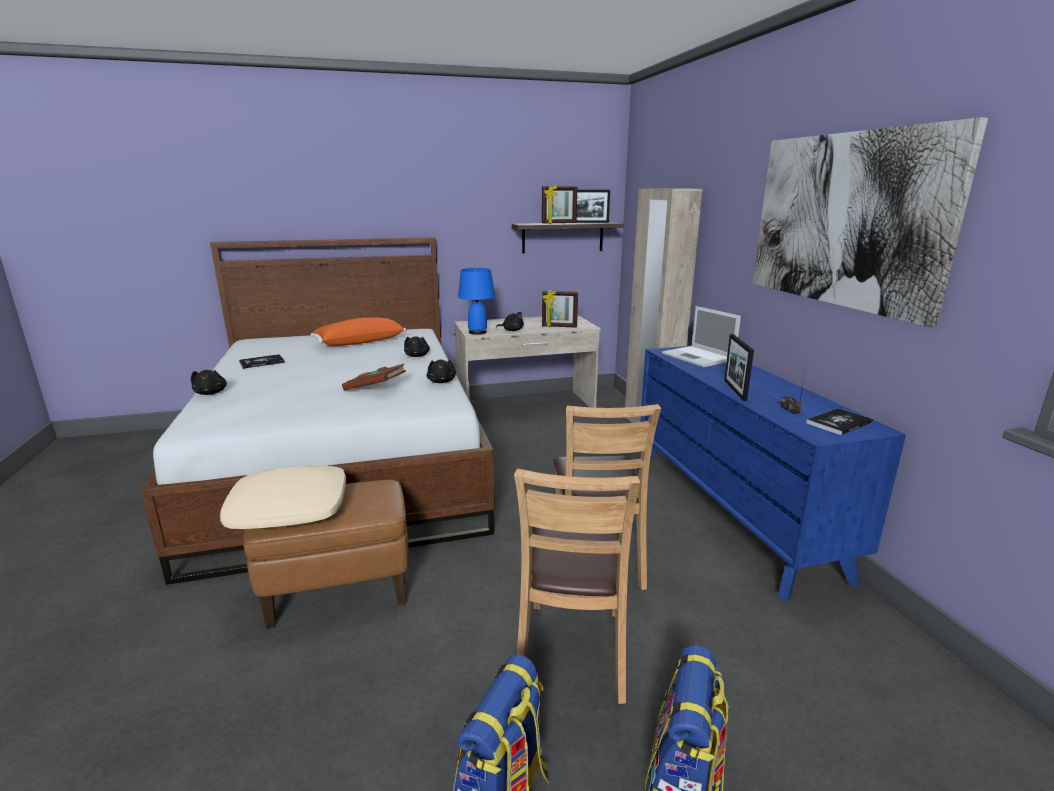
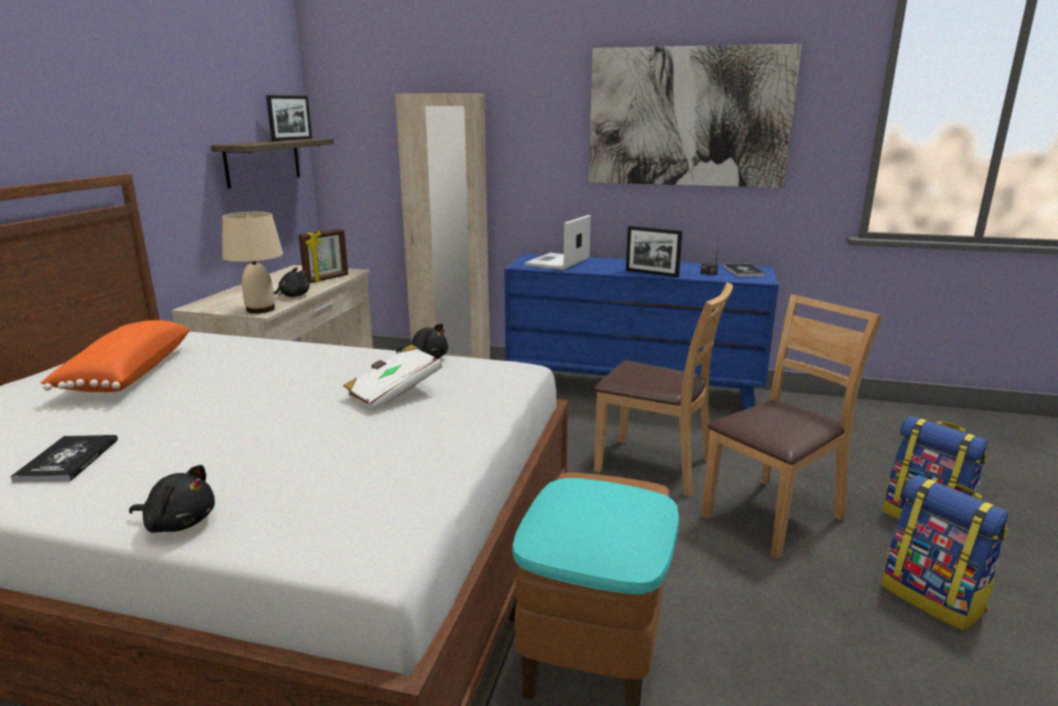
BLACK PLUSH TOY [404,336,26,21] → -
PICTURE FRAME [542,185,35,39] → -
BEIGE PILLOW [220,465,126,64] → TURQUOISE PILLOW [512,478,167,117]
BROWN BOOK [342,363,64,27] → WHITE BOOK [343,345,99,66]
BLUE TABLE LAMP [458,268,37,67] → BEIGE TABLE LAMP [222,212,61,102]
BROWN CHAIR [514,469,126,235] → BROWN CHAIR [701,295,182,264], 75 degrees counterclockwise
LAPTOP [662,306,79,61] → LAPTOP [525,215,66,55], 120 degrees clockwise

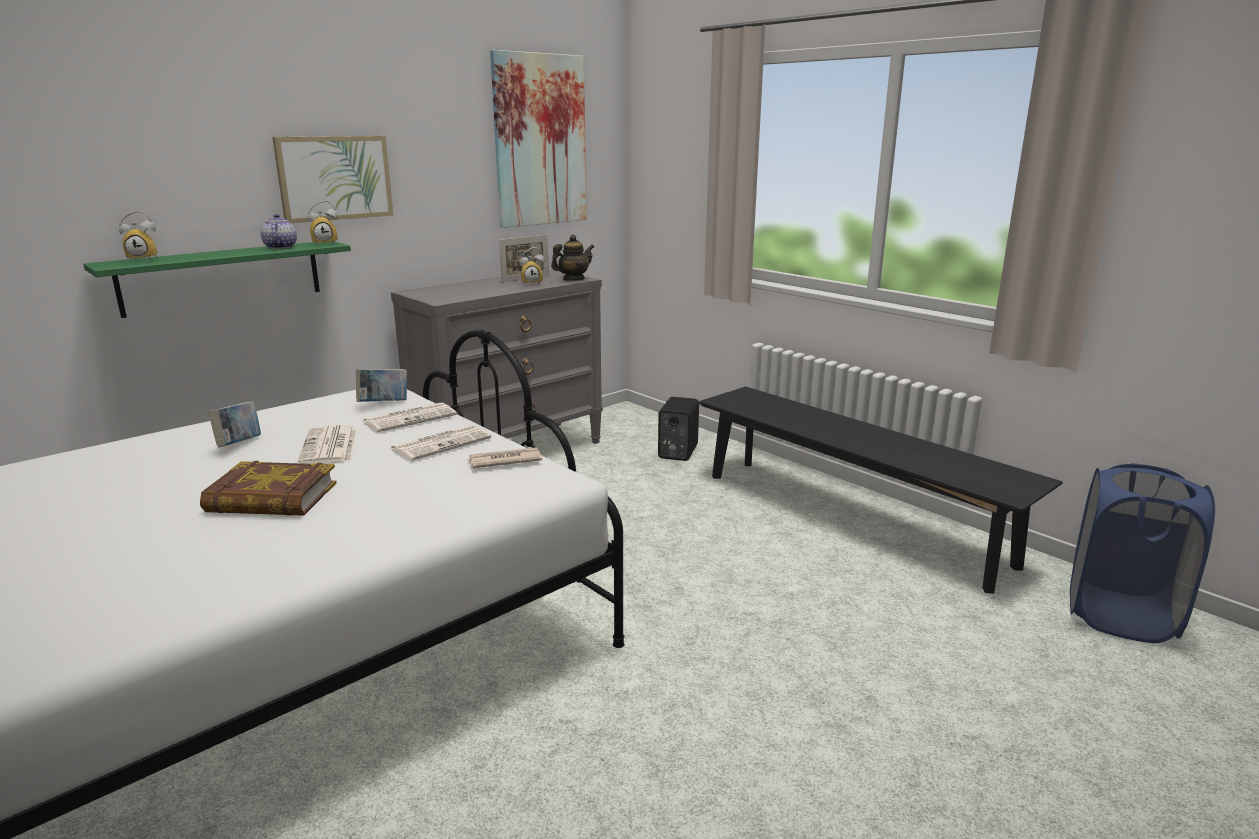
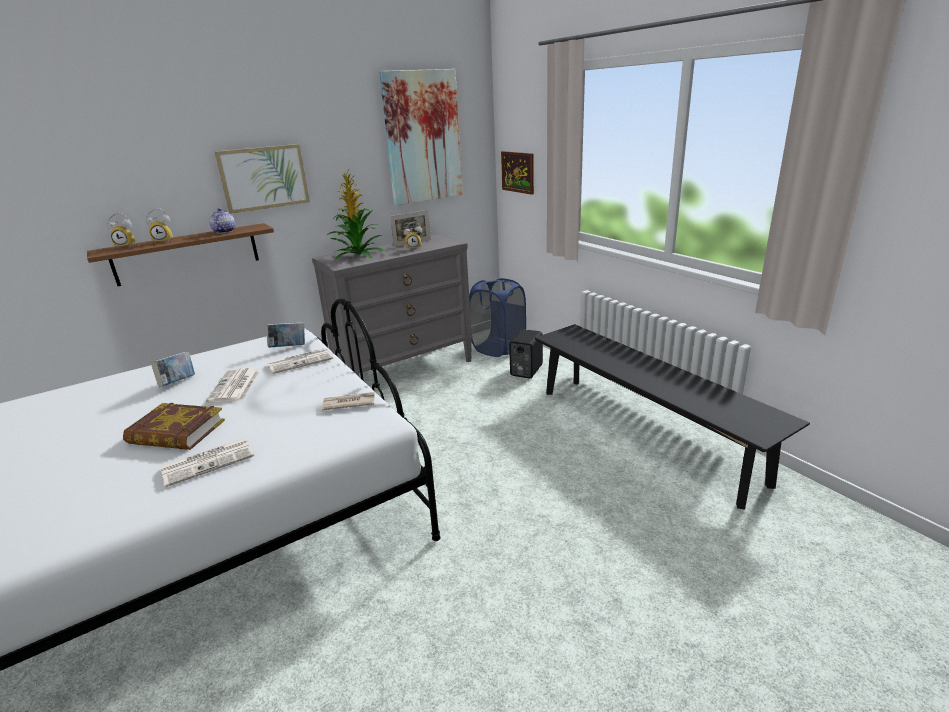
TEAPOT [551,234,43,47] → -
- → POTTED PLANT [326,169,61,90]
- → PICTURE [501,151,33,44]
ALARM CLOCK [308,201,30,45] → ALARM CLOCK [146,208,27,35], move
NEWSPAPER [390,425,101,36] → NEWSPAPER [161,438,93,49], move
BLUE LAUNDRY BASKET [1070,463,145,180] → BLUE LAUNDRY BASKET [469,278,57,79], move
GREEN SHELF [83,241,268,77] → BROWN SHELF [87,223,187,63]

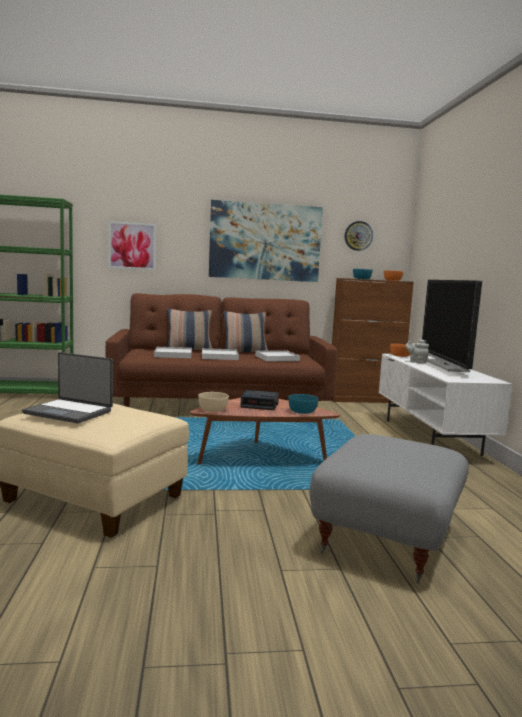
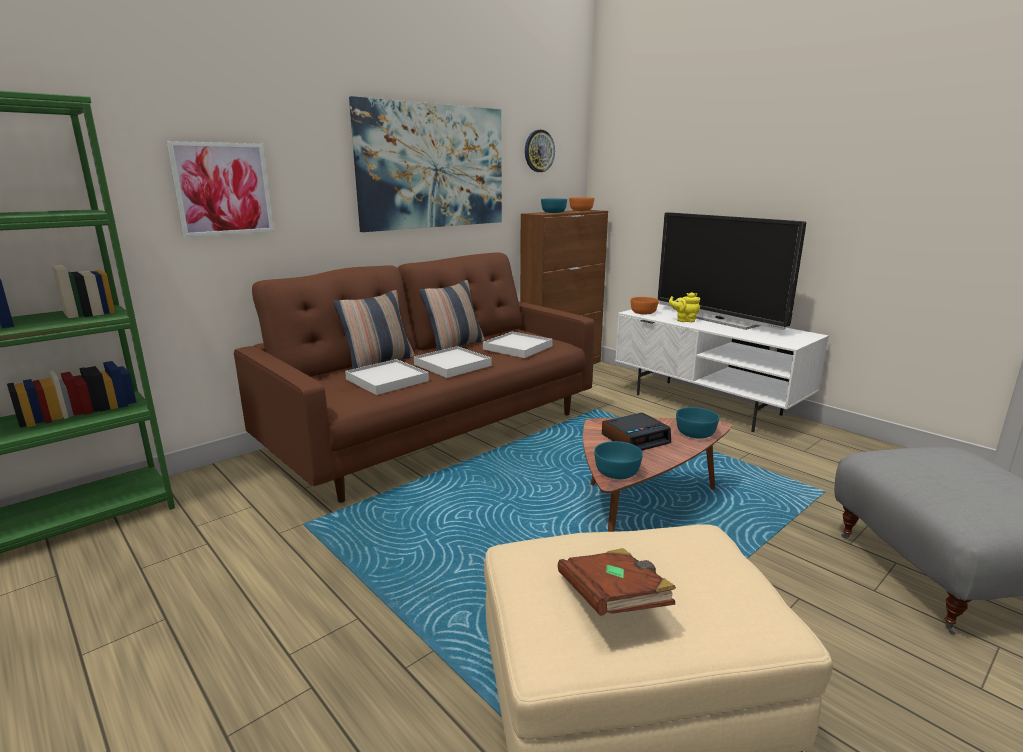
LAPTOP [22,352,91,71] → BROWN BOOK [558,548,118,68]
BEIGE BOWL [198,392,31,20] → TURQUOISE BOWL [594,441,49,38]
GREY TEAPOT [405,340,24,23] → YELLOW TEAPOT [669,292,31,30]

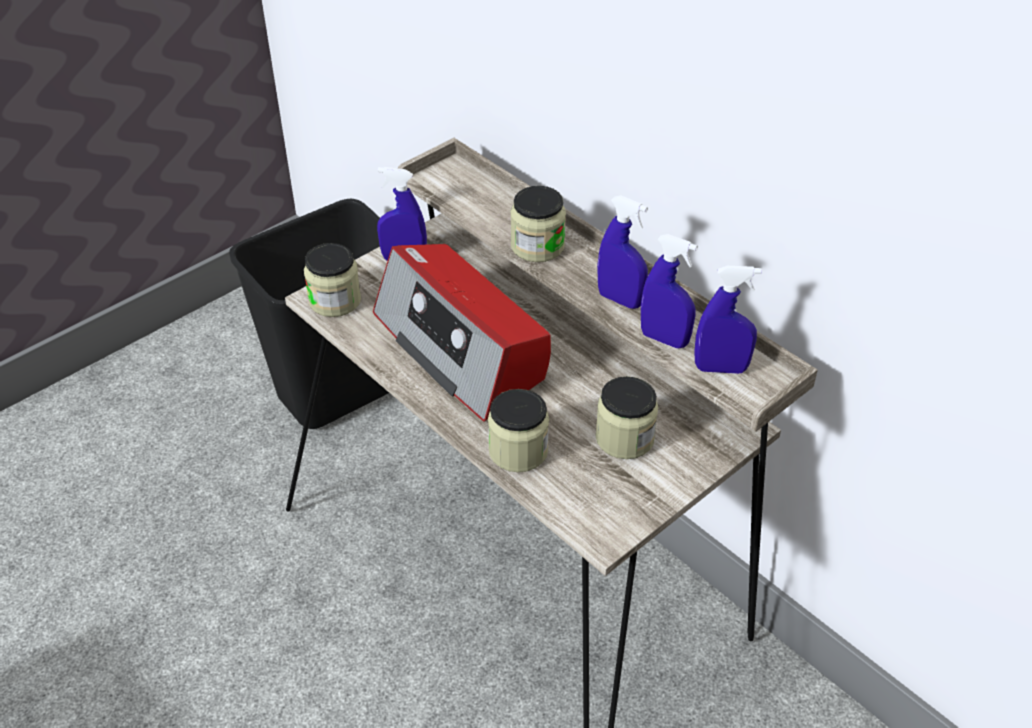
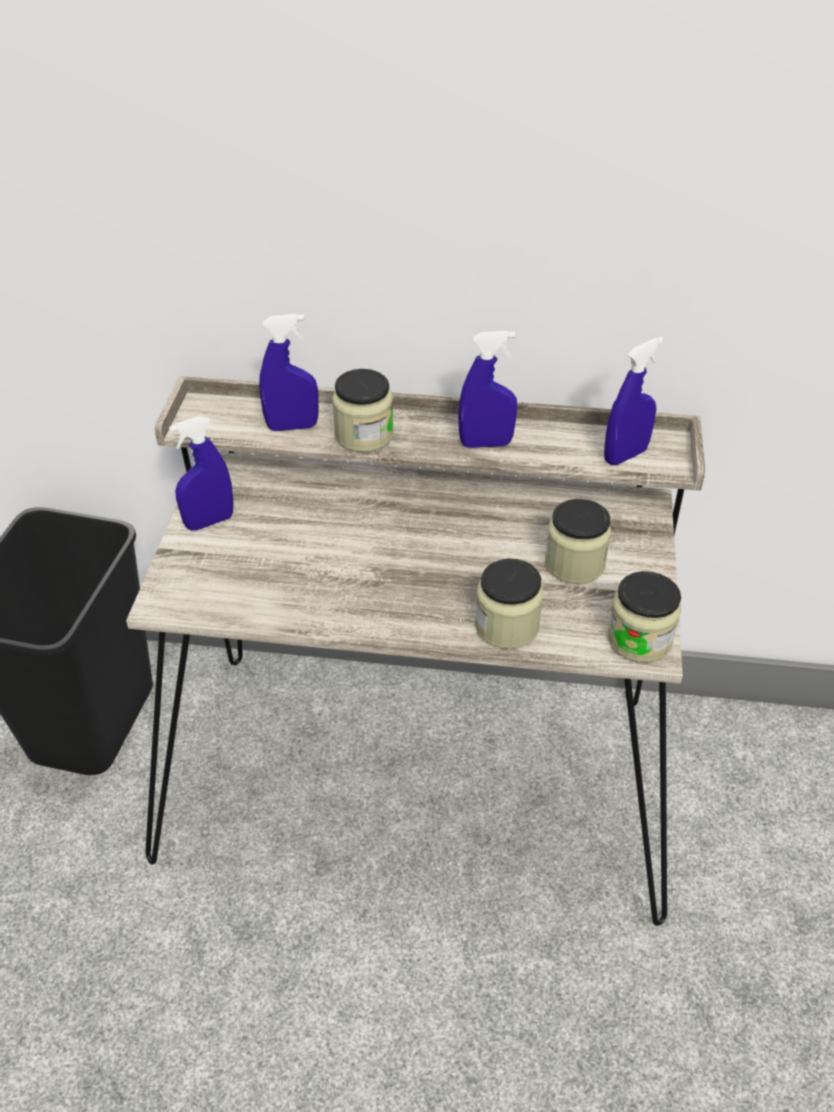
RADIO [373,244,178,178] → -
JAR [304,243,57,74] → JAR [607,571,74,92], move
BLUE SPRAY BOTTLE [641,234,57,114] → BLUE SPRAY BOTTLE [259,314,60,117], move

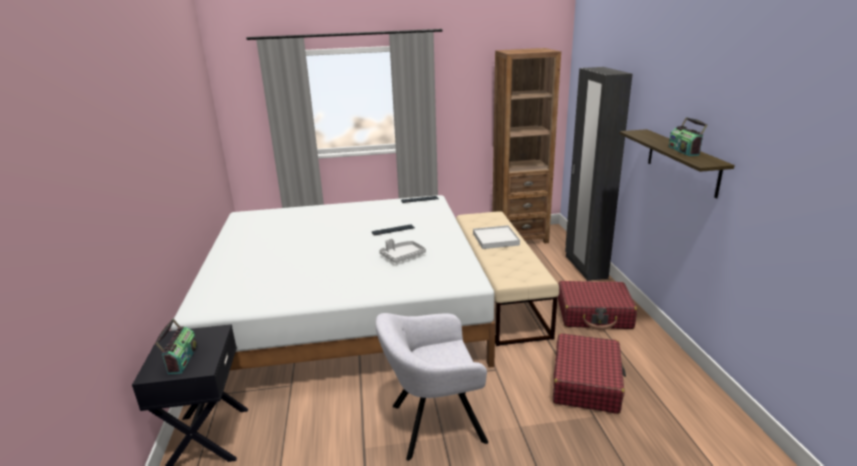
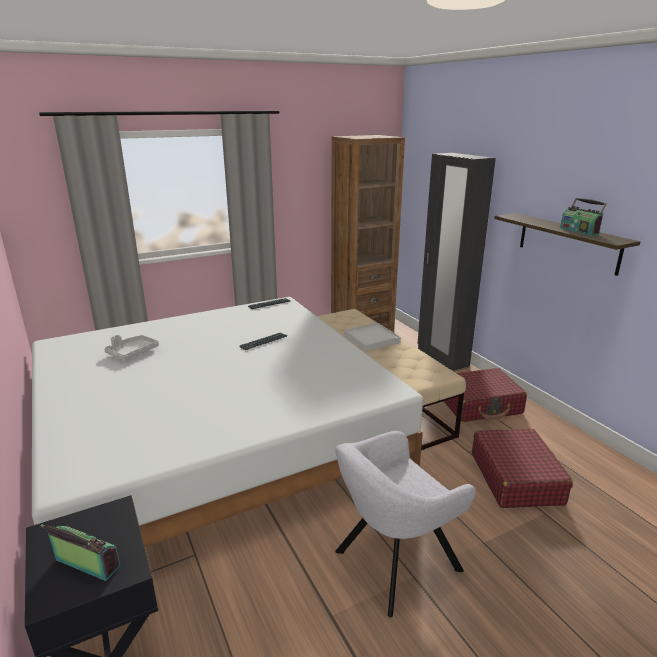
GREY TRAY [379,238,47,25] → GREY TRAY [104,335,55,25], move
RADIO [155,318,42,56] → RADIO [41,524,79,57], 45 degrees counterclockwise

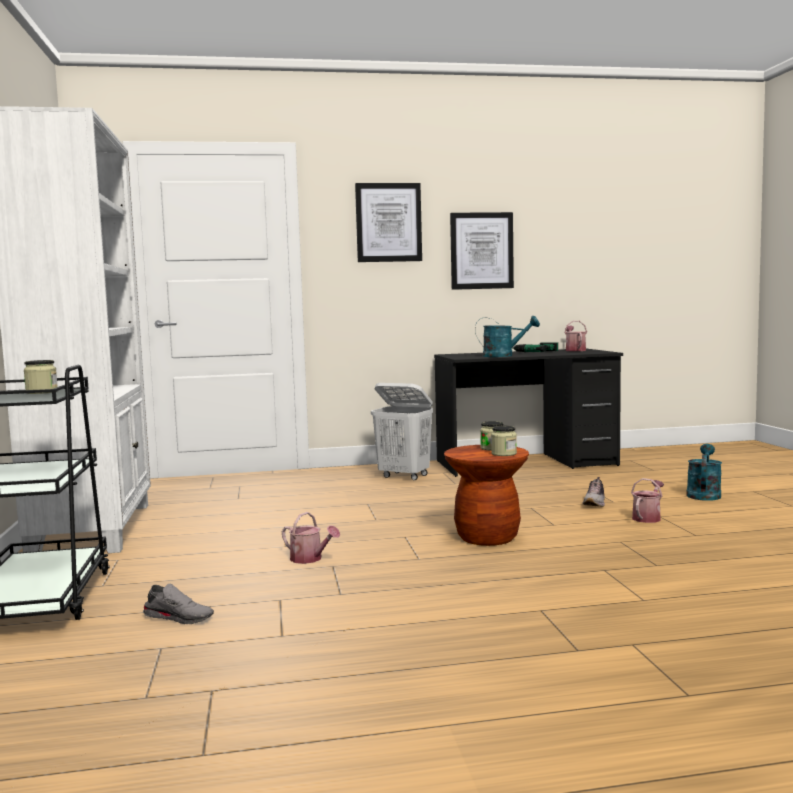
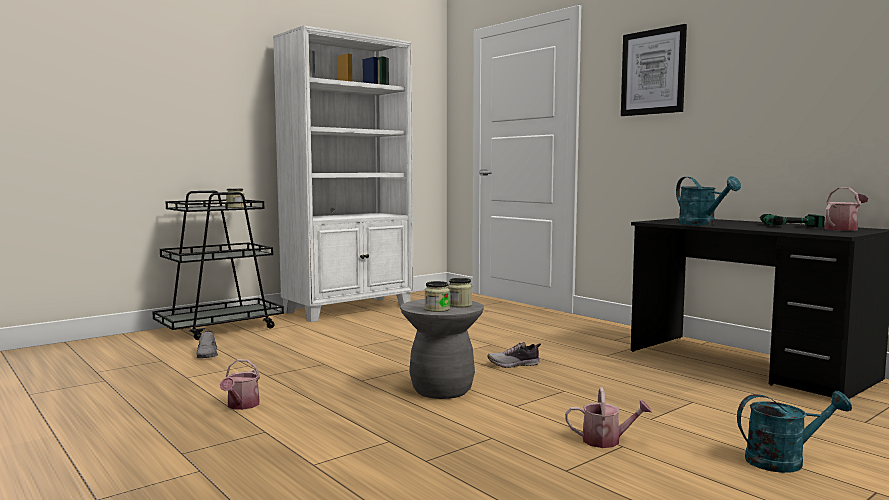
WHITE LAUNDRY BASKET [371,383,62,97] → -
PICTURE [450,212,64,78] → -
WATERING CAN [282,512,58,52] → WATERING CAN [220,359,40,51], move
SHOE [582,477,23,30] → SHOE [488,342,53,26], move
BROWN STOOL [444,445,85,101] → GREY STOOL [400,299,84,100]

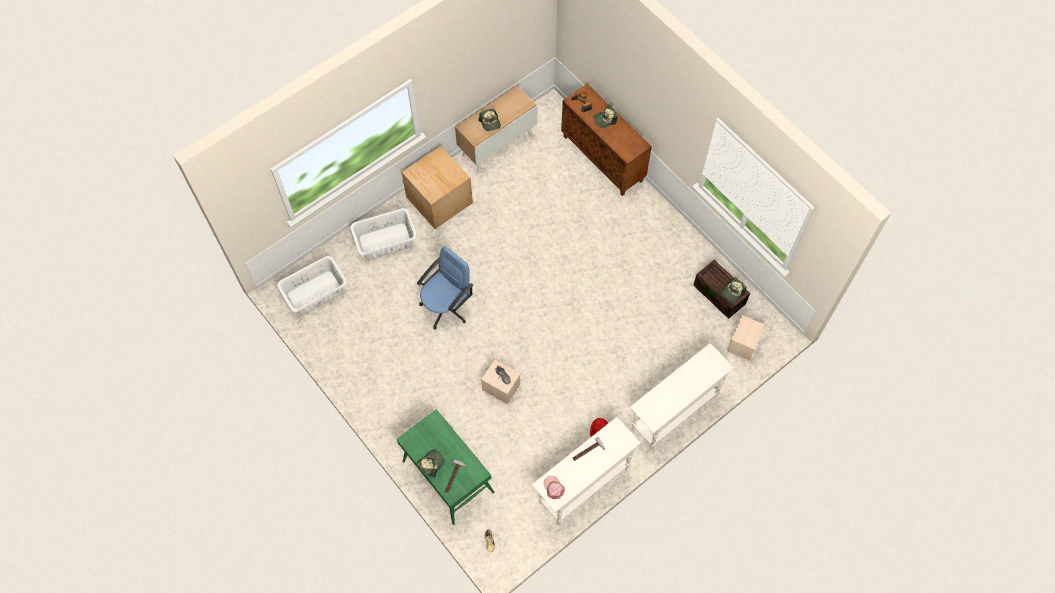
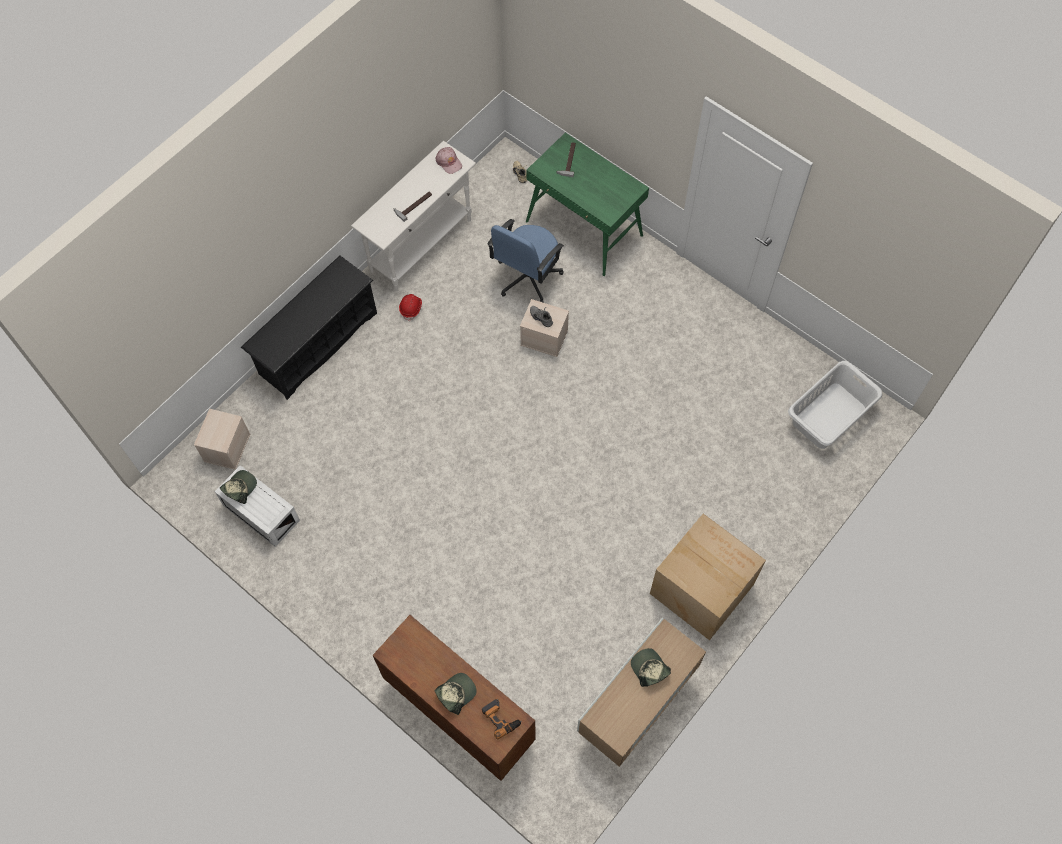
WHITE LAUNDRY BASKET [350,208,67,52] → -
CAP [417,450,28,27] → -
BLUE OFFICE CHAIR [417,246,56,83] → BLUE OFFICE CHAIR [487,219,77,84], move
WHITE CONSOLE TABLE [630,343,104,107] → BLACK SHOE RACK [241,256,136,144]
BROWN STORAGE BOX [693,260,57,59] → WHITE STORAGE BOX [215,465,85,82]

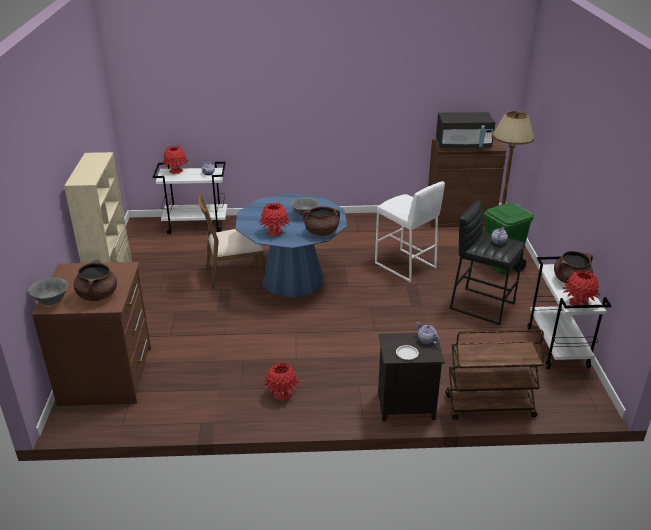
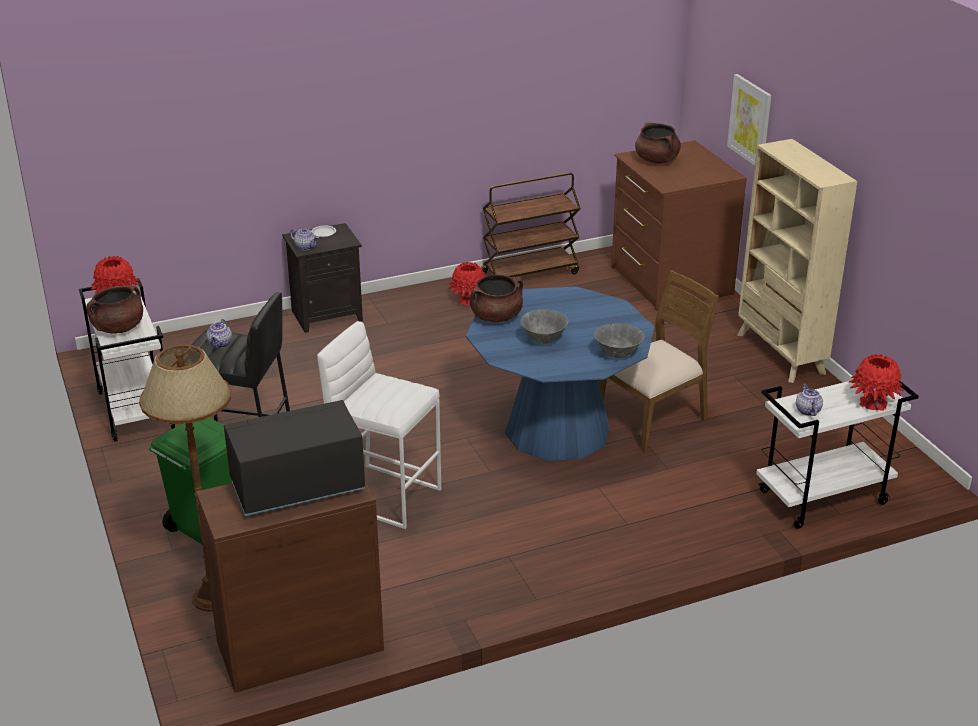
RED VASE [259,203,31,33] → -
- → PICTURE [727,74,44,92]
GREY BOWL [28,277,40,28] → GREY BOWL [594,323,51,35], move
BROWN CART [445,329,100,91] → BROWN CART [481,173,100,104], move

